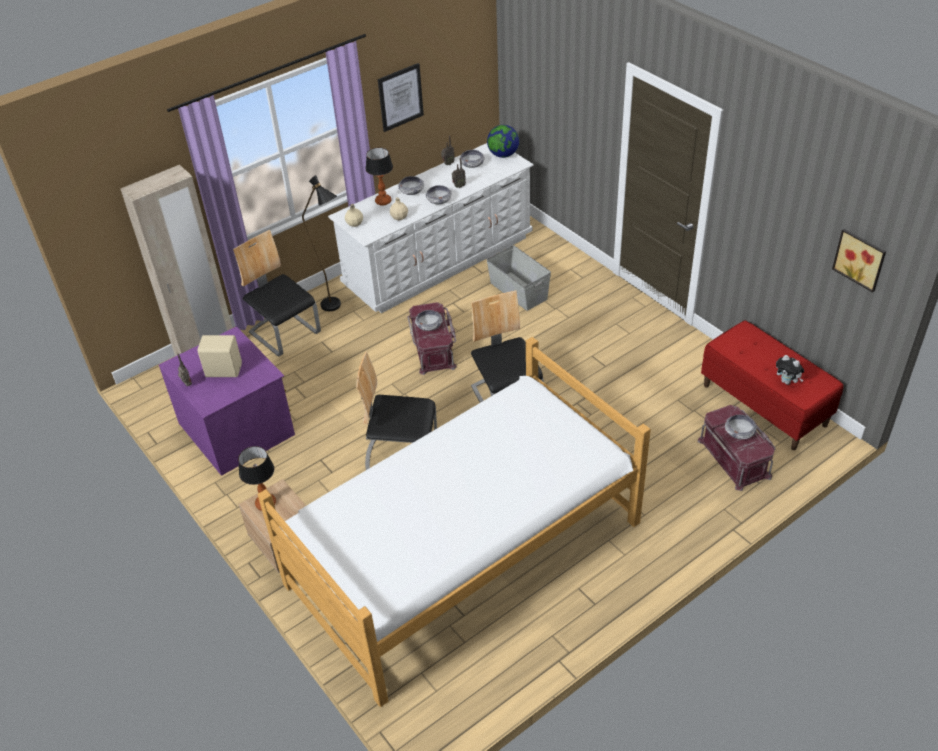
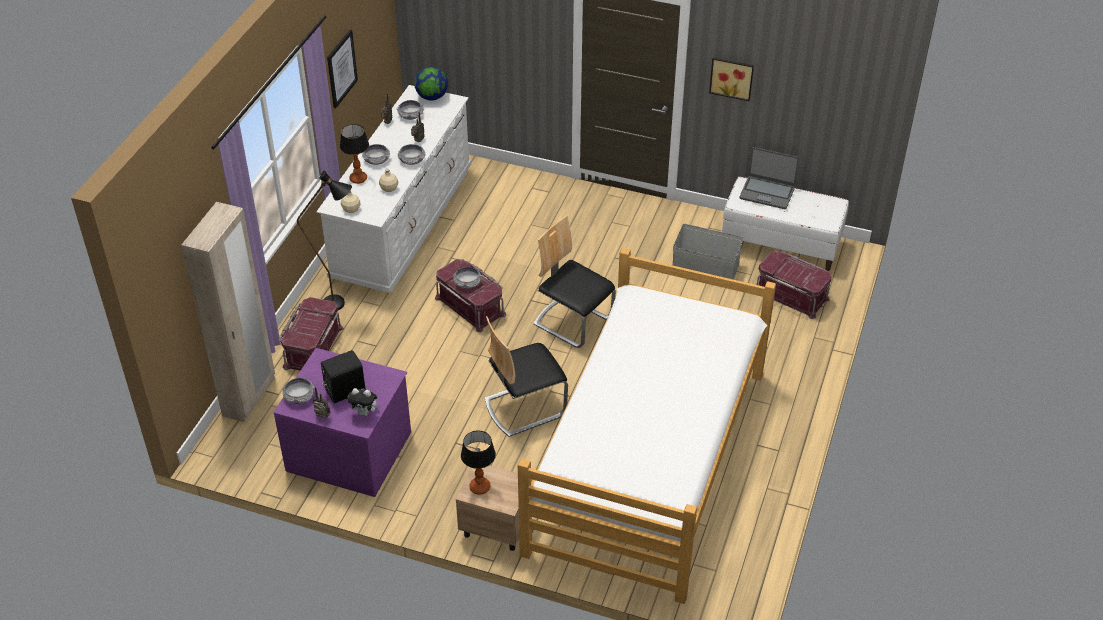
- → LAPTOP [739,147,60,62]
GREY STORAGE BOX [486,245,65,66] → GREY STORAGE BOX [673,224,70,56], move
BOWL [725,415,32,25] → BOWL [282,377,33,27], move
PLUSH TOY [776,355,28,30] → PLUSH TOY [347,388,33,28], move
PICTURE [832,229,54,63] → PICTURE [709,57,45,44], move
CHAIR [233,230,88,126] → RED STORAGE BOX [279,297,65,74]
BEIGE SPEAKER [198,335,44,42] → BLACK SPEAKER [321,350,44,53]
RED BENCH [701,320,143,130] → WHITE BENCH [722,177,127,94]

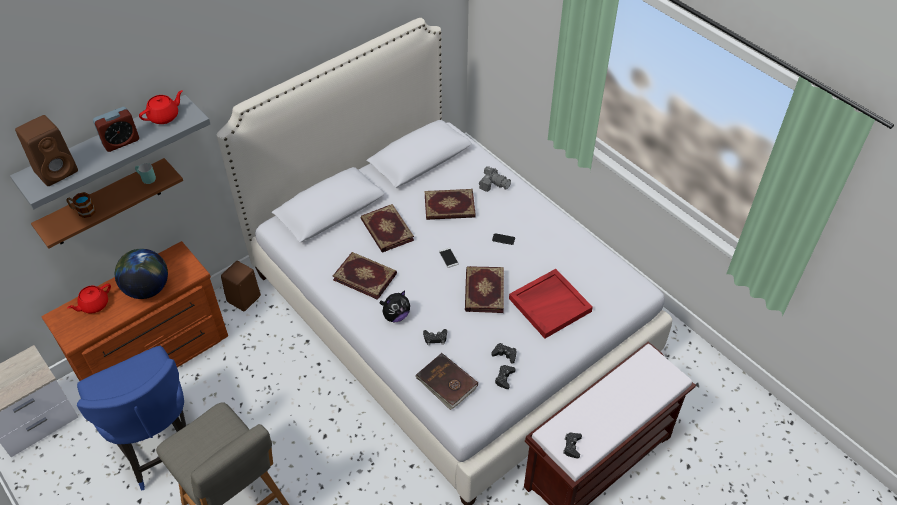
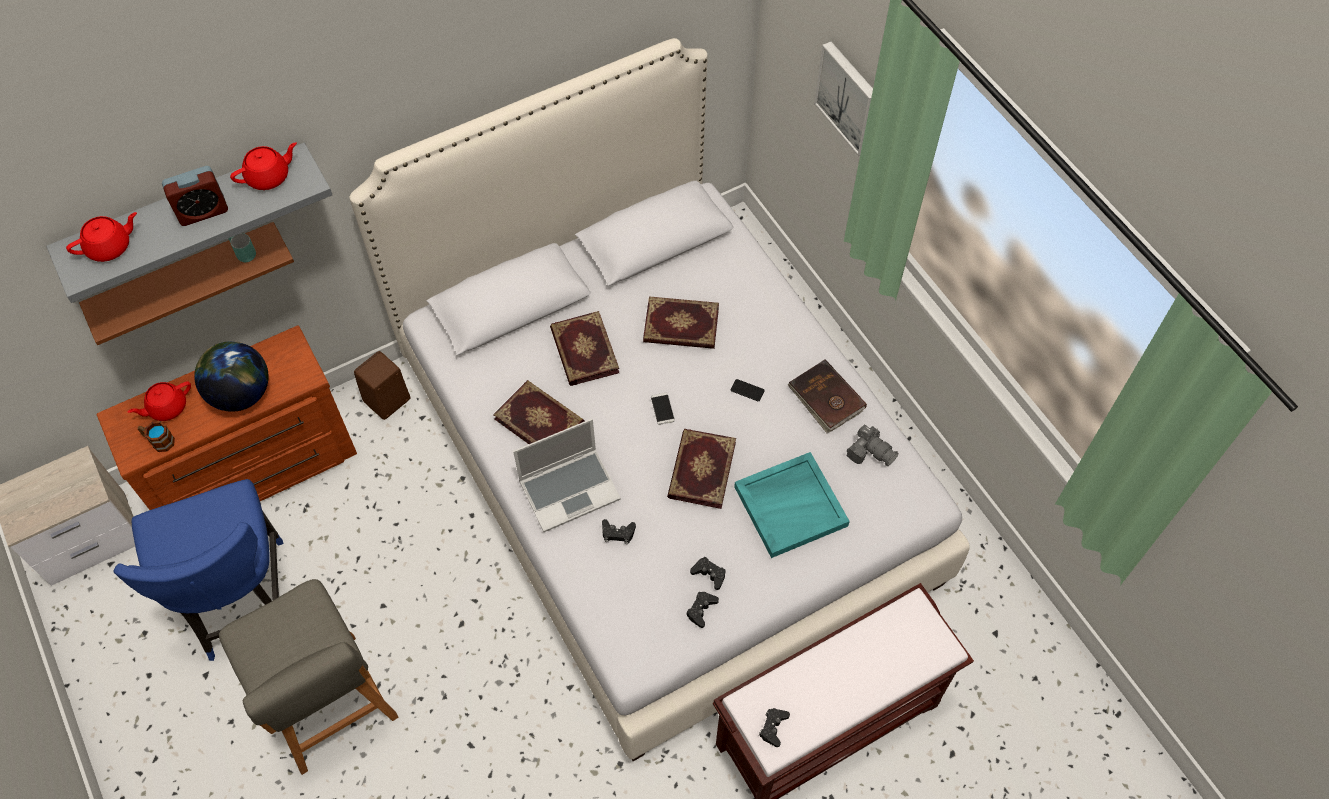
- → PICTURE [814,41,59,115]
MUG [67,192,29,26] → MUG [138,421,37,31], move
BROWN BOOK [415,353,63,57] → BROWN BOOK [788,359,79,74], move
PHOTO CAMERA [479,166,32,26] → PHOTO CAMERA [847,424,51,42], move
BROWN SPEAKER [15,115,63,71] → RED TEAPOT [66,212,71,50]
PLUSH TOY [379,291,31,31] → LAPTOP [513,419,108,113]
RED TRAY [509,269,84,70] → TURQUOISE TRAY [734,452,116,106]

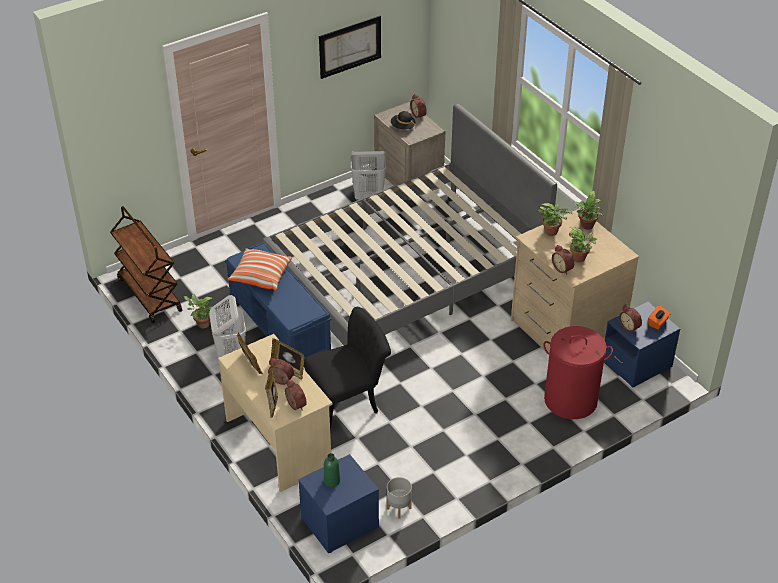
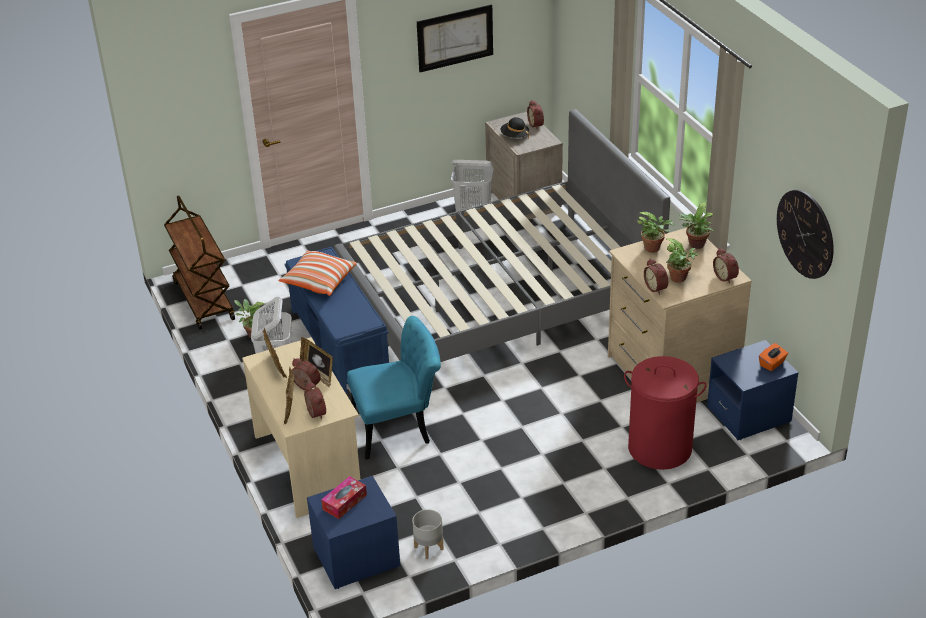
- → WALL CLOCK [777,190,57,89]
ALARM CLOCK [619,304,23,29] → ALARM CLOCK [713,248,26,36], move
GREEN BOTTLE [324,453,16,34] → TISSUE BOX [321,476,46,43]
BLACK CHAIR [304,307,87,123] → TURQUOISE CHAIR [347,316,94,144]

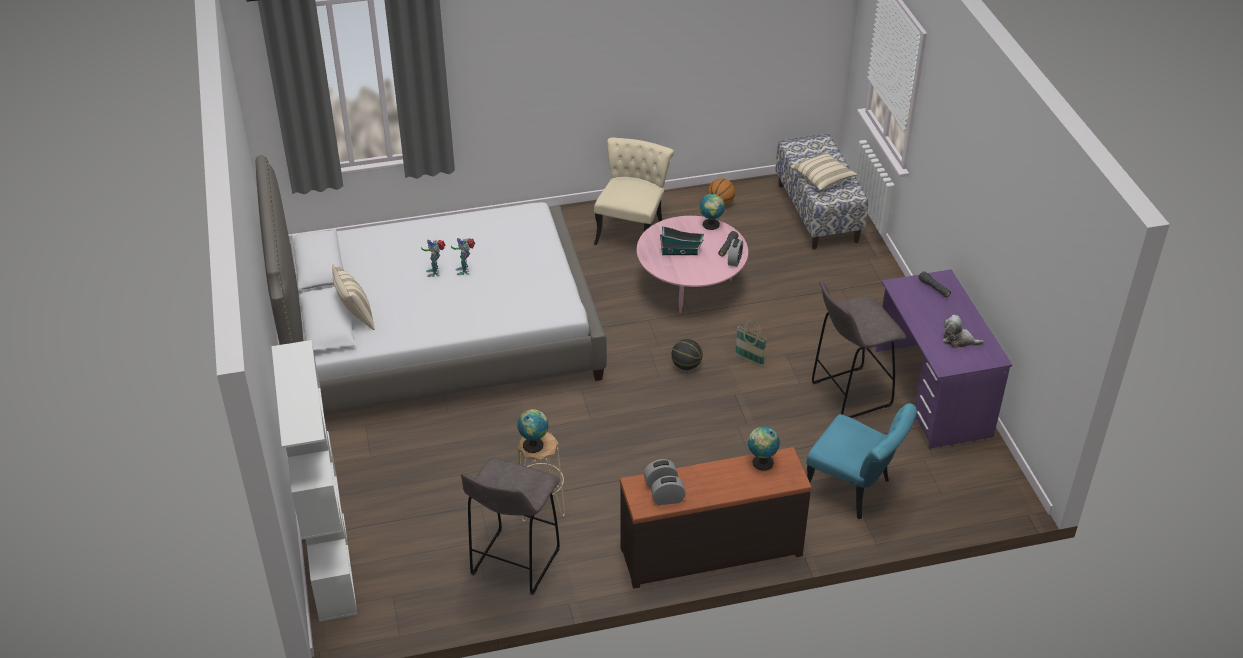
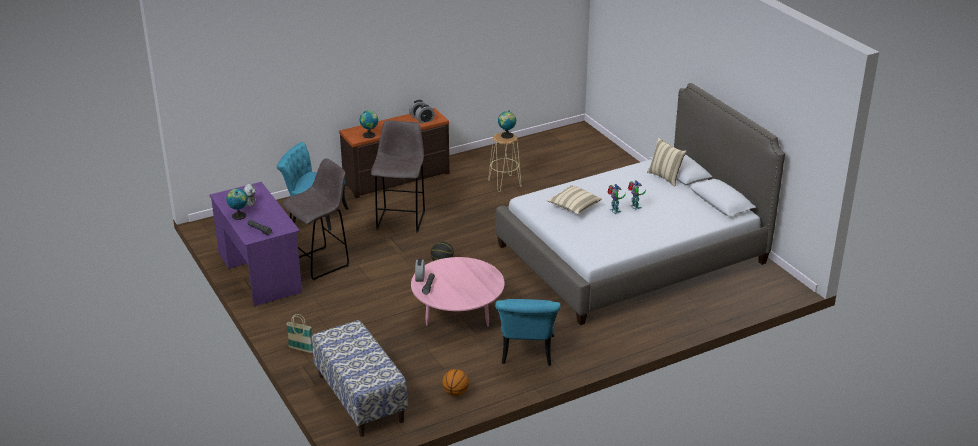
WHITE BOOKCASE [272,340,85,282] → -
TOY HOUSE [660,226,44,29] → -
GREY STOOL [461,458,99,137] → GREY STOOL [371,120,54,112], move
GLOBE [699,193,26,37] → GLOBE [226,189,22,31], move
BASKET [735,320,32,46] → BASKET [286,314,27,39], move
BEIGE PILLOW [790,151,68,40] → BEIGE PILLOW [547,186,55,29], move
BEIGE CHAIR [594,137,81,108] → TURQUOISE CHAIR [495,299,66,67]

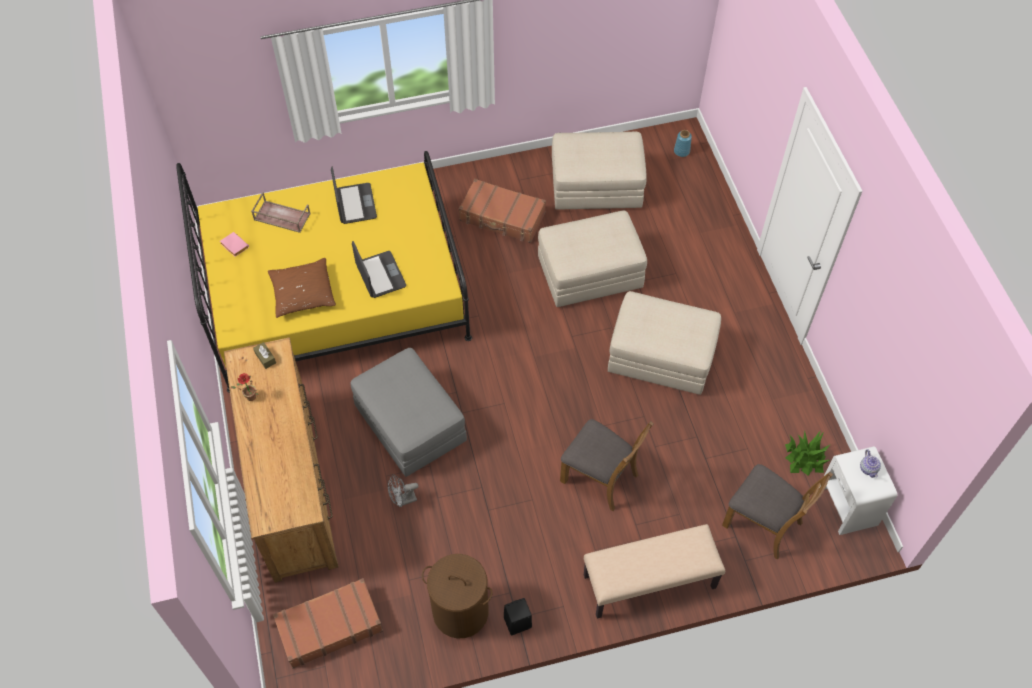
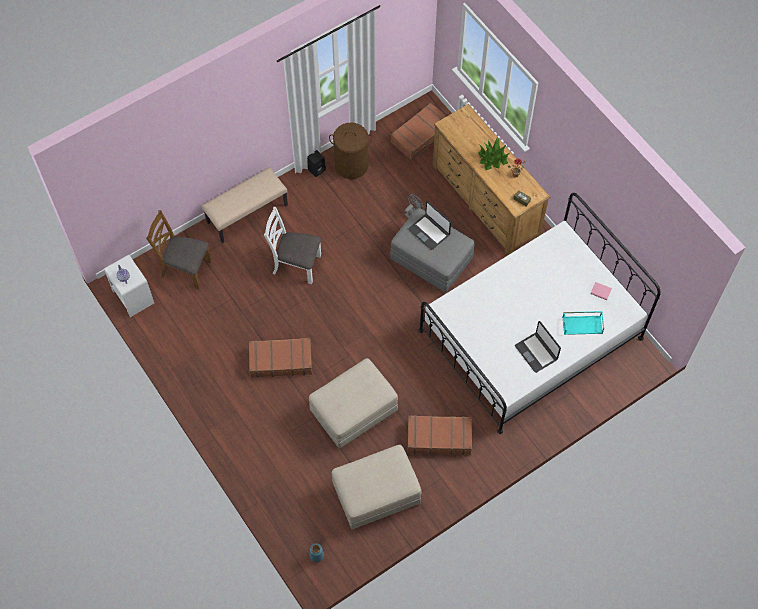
BROWN PILLOW [268,258,68,60] → -
LAPTOP [352,241,54,57] → LAPTOP [408,201,43,49], move
POTTED PLANT [785,430,46,46] → POTTED PLANT [478,136,31,34], move
BEIGE OTTOMAN [608,291,113,104] → BROWN SUITCASE [249,338,63,40]
YELLOW BED [176,151,296,242] → WHITE BED [418,193,243,241]
BROWN TRAY [251,192,60,41] → TURQUOISE TRAY [562,311,42,24]
BROWN CHAIR [560,419,94,92] → WHITE CHAIR [264,207,57,77]

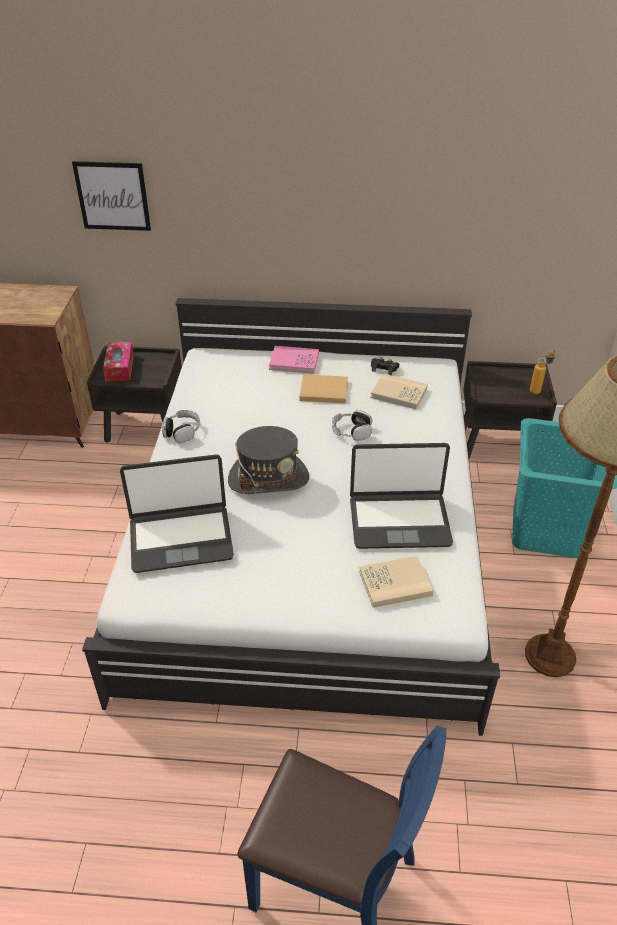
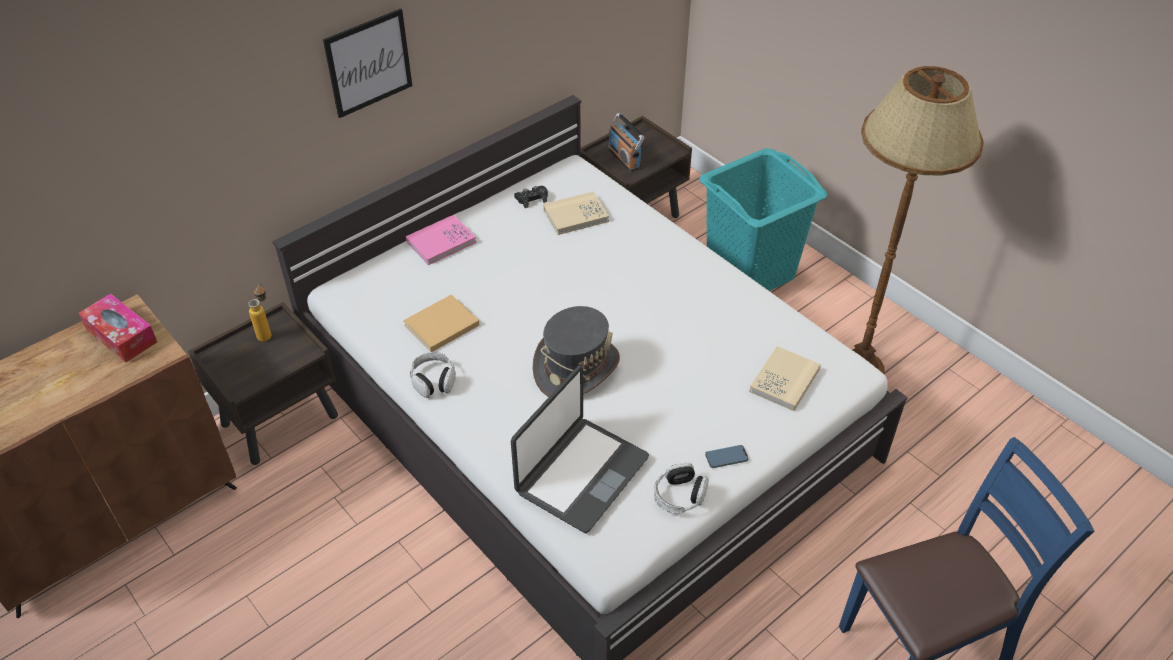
LAPTOP [350,443,103,106] → -
- → RADIO [608,113,36,59]
- → PHONE [705,445,44,23]
PICTURE [72,161,79,70] → PICTURE [323,8,89,110], move
TISSUE BOX [103,342,31,40] → TISSUE BOX [79,293,78,70], move
BEIGE BOOK [299,374,49,29] → BEIGE BOOK [403,294,77,58], move
HEADPHONES [332,410,40,31] → HEADPHONES [654,463,54,51], move
BOTTLE [530,350,25,44] → BOTTLE [248,284,23,58], move

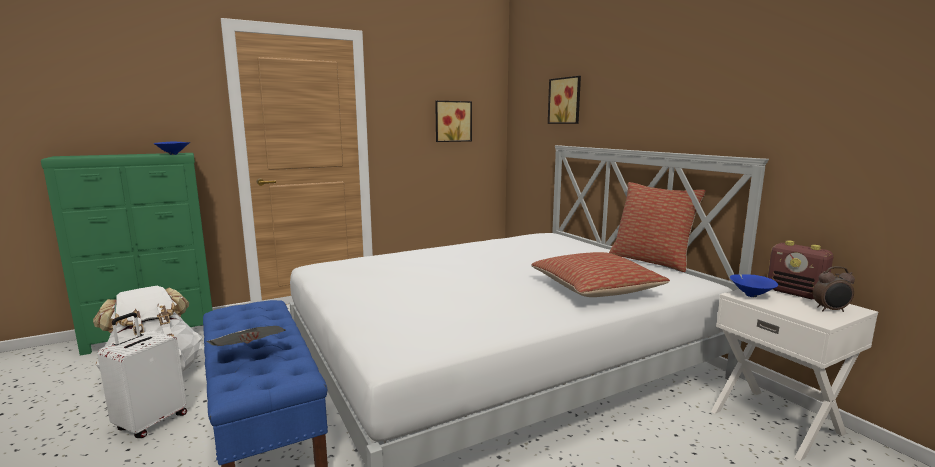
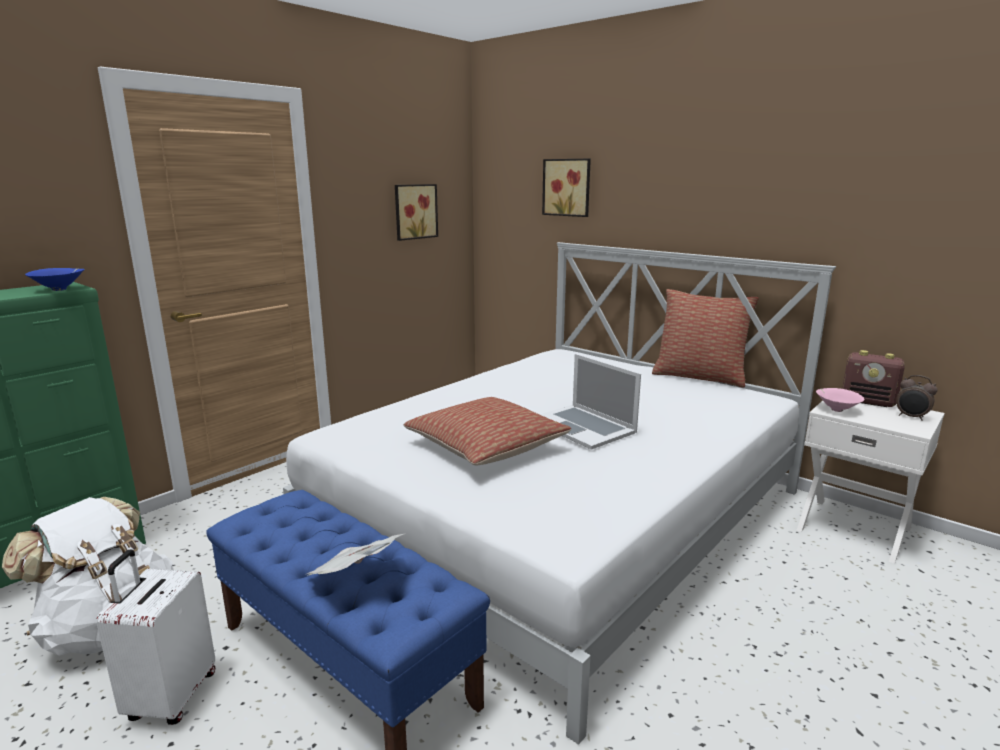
- → LAPTOP [540,354,101,96]
PILLOW [531,252,139,45] → PILLOW [404,397,167,69], move
BLUE BOWL [730,274,48,23] → PINK BOWL [816,388,49,24]
ALARM CLOCK [813,267,42,45] → ALARM CLOCK [896,375,42,46], 60 degrees clockwise

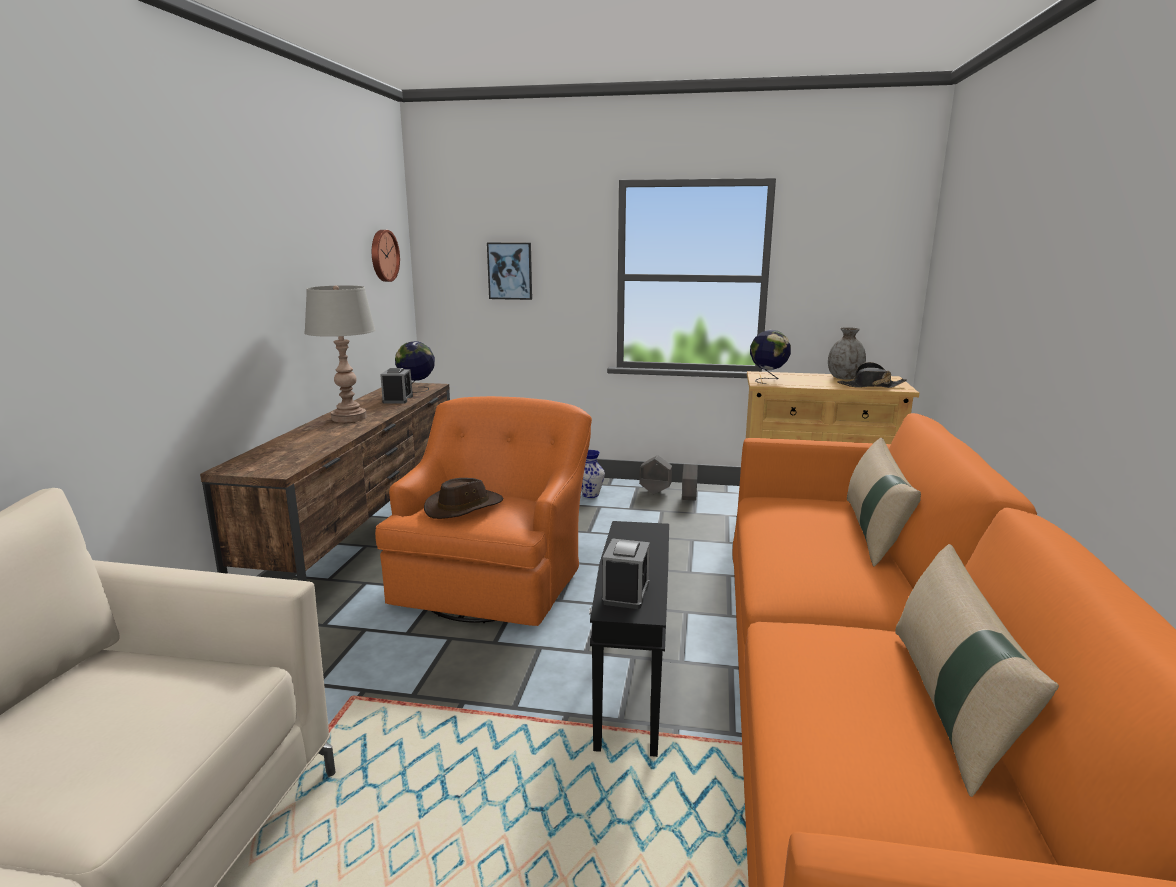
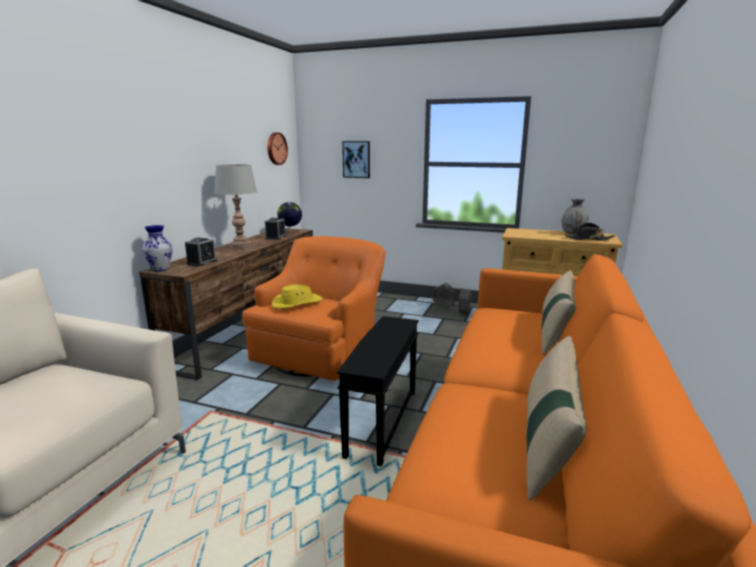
GLOBE [750,330,41,54] → -
VASE [581,450,24,48] → VASE [142,225,31,47], move
ALARM CLOCK [602,538,48,71] → ALARM CLOCK [185,238,32,29], move
BROWN HAT [424,478,80,41] → YELLOW HAT [272,284,51,25]

